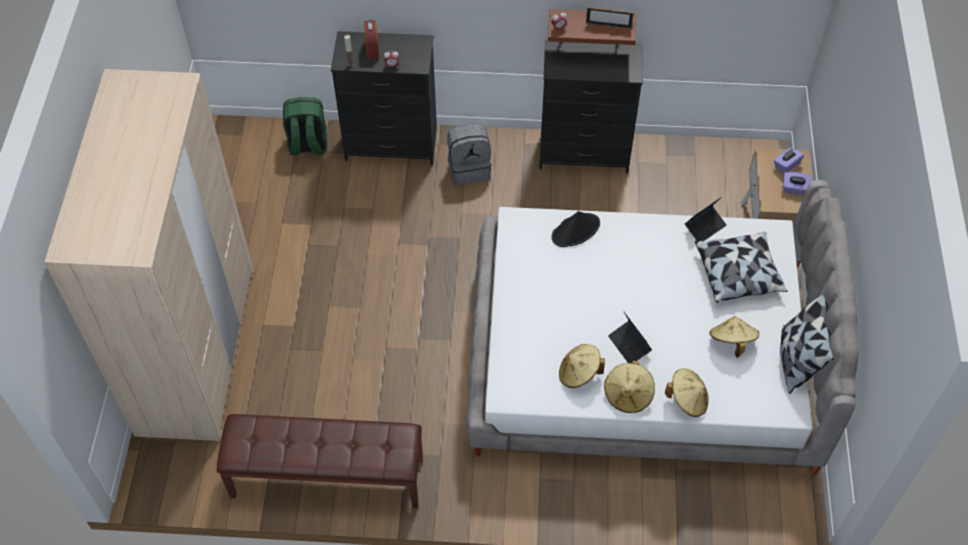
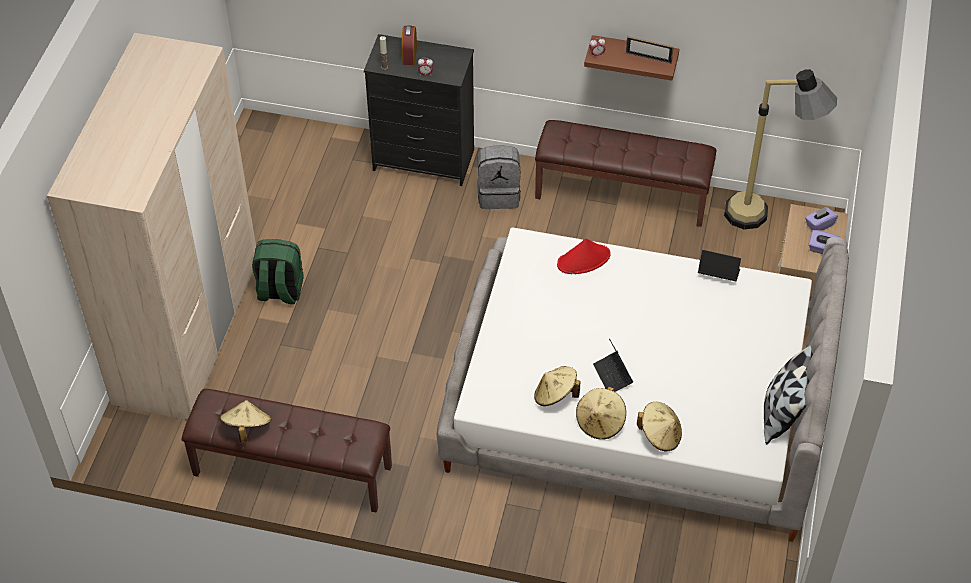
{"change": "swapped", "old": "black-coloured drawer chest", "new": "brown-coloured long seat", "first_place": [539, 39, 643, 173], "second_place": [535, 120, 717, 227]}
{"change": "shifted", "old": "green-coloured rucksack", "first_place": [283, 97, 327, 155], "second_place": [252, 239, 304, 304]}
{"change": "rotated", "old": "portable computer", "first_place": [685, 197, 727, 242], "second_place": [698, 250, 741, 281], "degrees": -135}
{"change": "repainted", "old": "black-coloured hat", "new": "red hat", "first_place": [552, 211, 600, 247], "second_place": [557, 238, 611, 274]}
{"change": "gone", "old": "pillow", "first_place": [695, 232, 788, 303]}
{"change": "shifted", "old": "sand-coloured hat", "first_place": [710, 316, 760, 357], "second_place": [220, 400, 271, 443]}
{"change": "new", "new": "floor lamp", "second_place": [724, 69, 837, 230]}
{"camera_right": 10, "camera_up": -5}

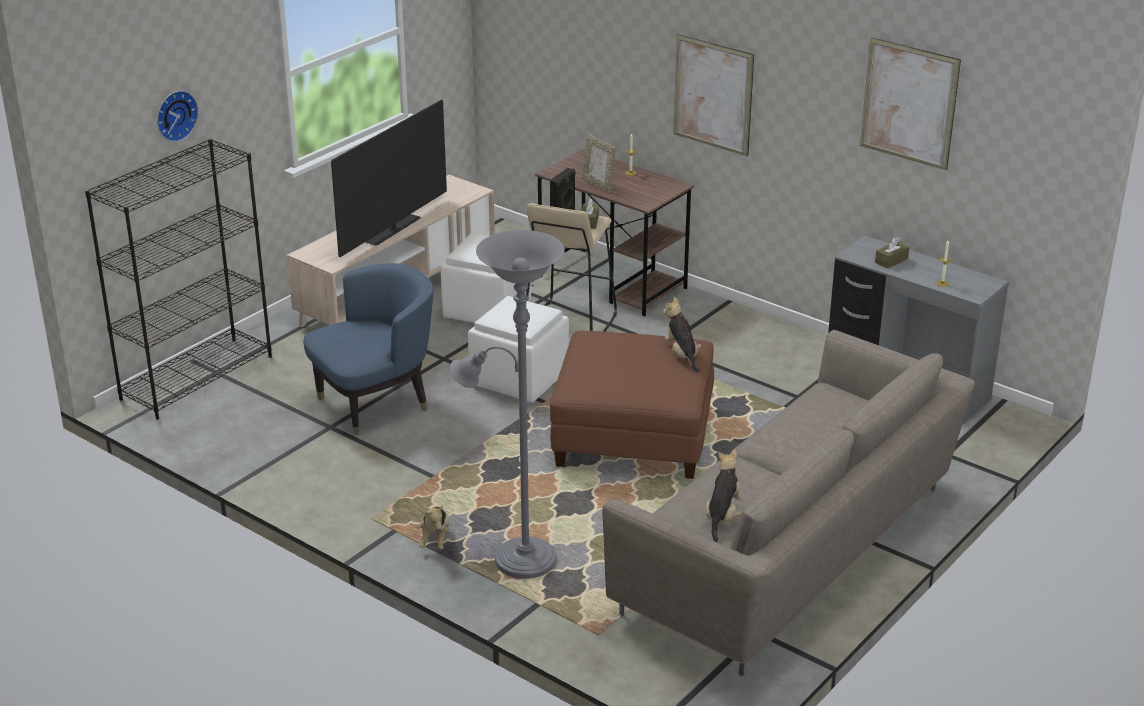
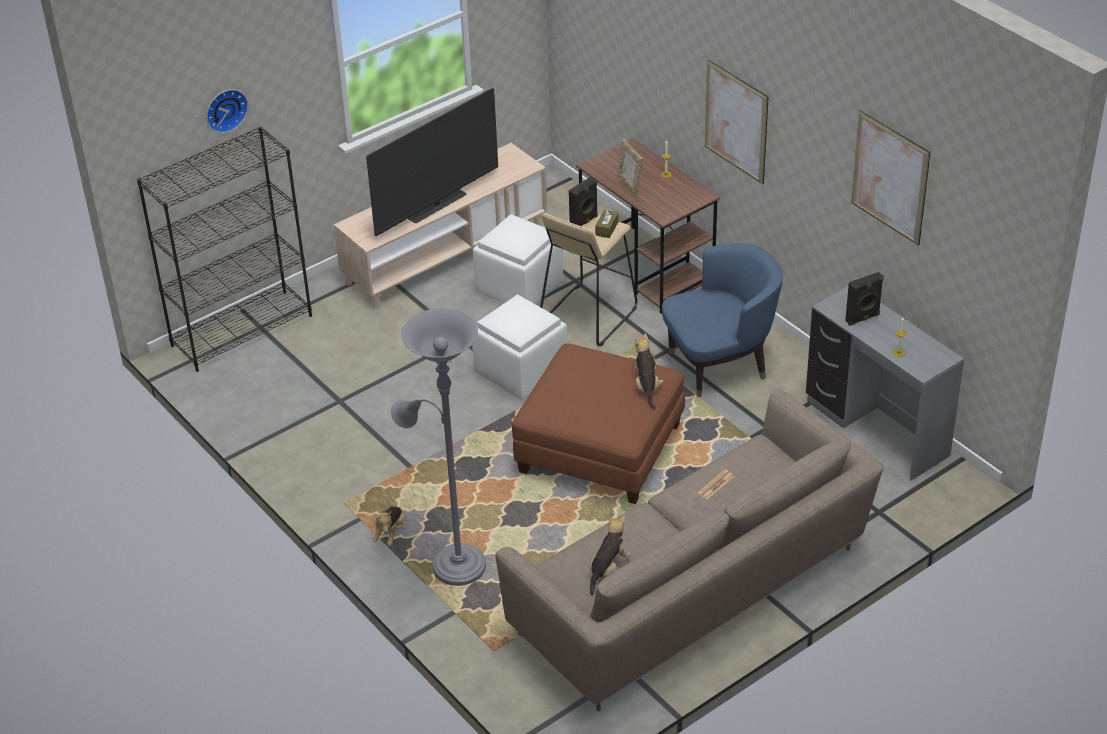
{"change": "swapped", "old": "brown-coloured tissue box", "new": "black-coloured audio speaker", "first_place": [875, 237, 909, 269], "second_place": [845, 272, 884, 326]}
{"change": "shifted", "old": "blue-coloured easy chair", "first_place": [304, 263, 433, 435], "second_place": [662, 243, 783, 397]}
{"change": "new", "new": "daily paper", "second_place": [697, 469, 734, 500]}
{"camera_right": 15, "camera_up": 10}

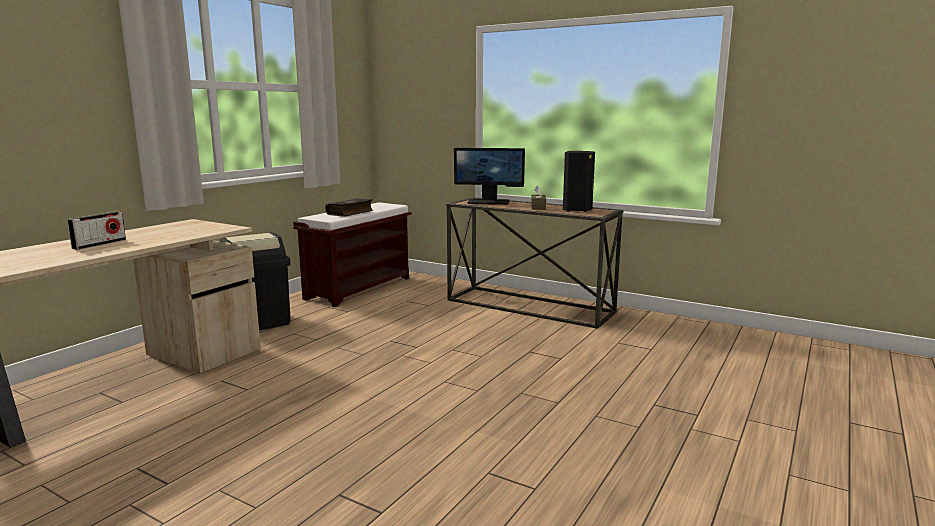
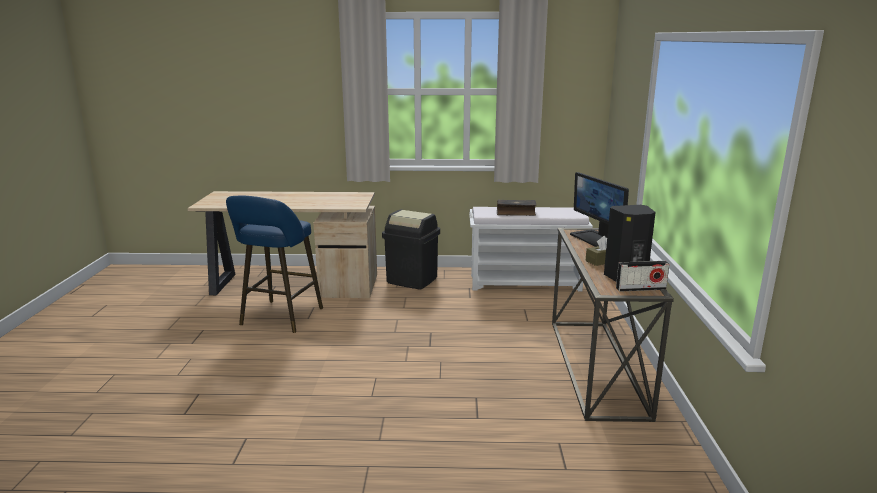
{"change": "repainted", "old": "brown-coloured long seat", "new": "white-coloured long seat", "first_place": [293, 202, 412, 307], "second_place": [469, 207, 593, 291]}
{"change": "shifted", "old": "radio set", "first_place": [67, 211, 126, 250], "second_place": [616, 261, 670, 292]}
{"change": "new", "new": "blue-coloured stool seat", "second_place": [226, 196, 323, 333]}
{"camera_right": 60, "camera_up": 5}

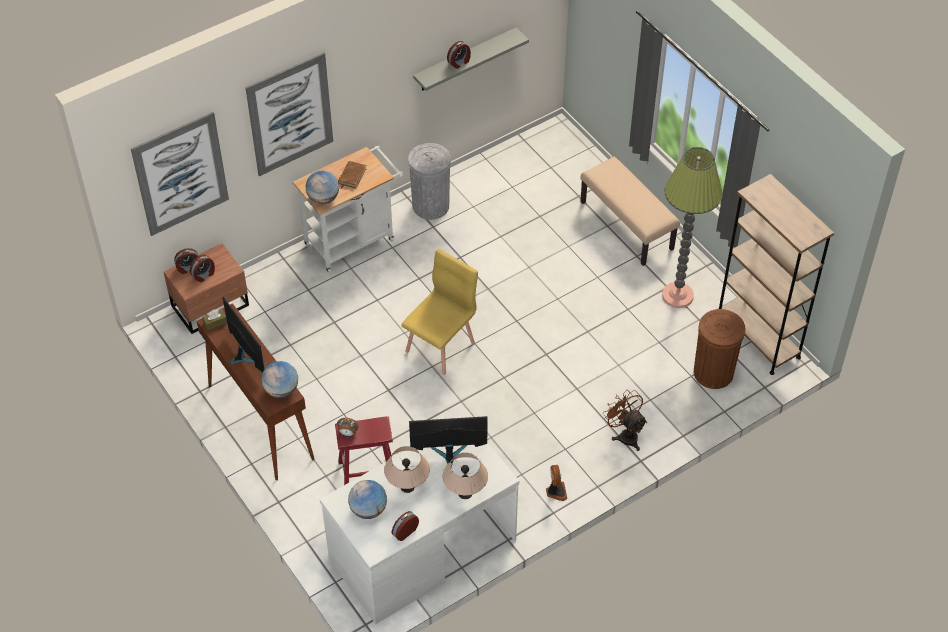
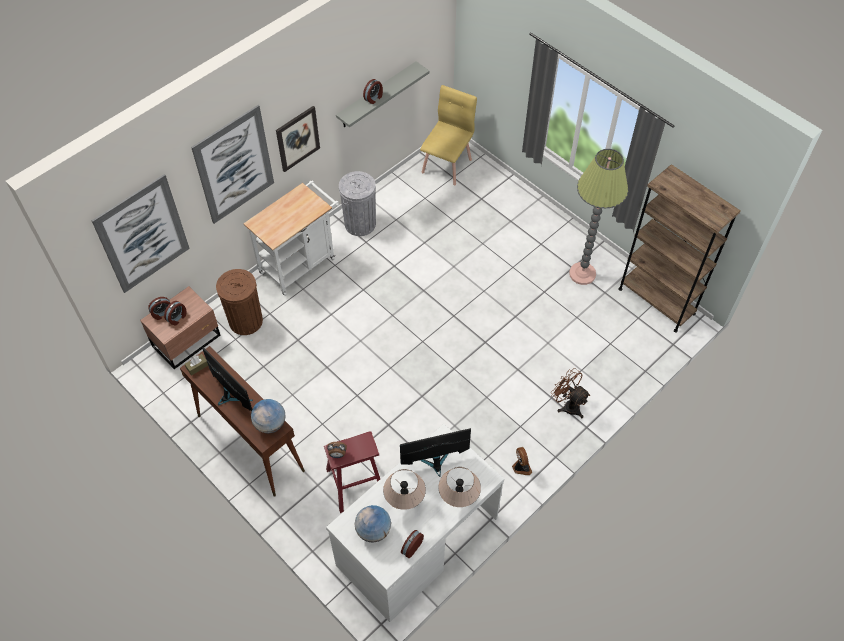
{"change": "gone", "old": "sand-coloured long seat", "first_place": [580, 157, 680, 266]}
{"change": "gone", "old": "brown-coloured volume", "first_place": [338, 161, 366, 189]}
{"change": "gone", "old": "world globe", "first_place": [306, 171, 339, 204]}
{"change": "shifted", "old": "yellow upright chair", "first_place": [401, 249, 478, 375], "second_place": [420, 85, 477, 185]}
{"change": "shifted", "old": "brown-coloured waste bin", "first_place": [694, 309, 745, 389], "second_place": [216, 269, 263, 335]}
{"change": "new", "new": "picture", "second_place": [276, 106, 320, 172]}
{"camera_right": -10, "camera_up": 5}

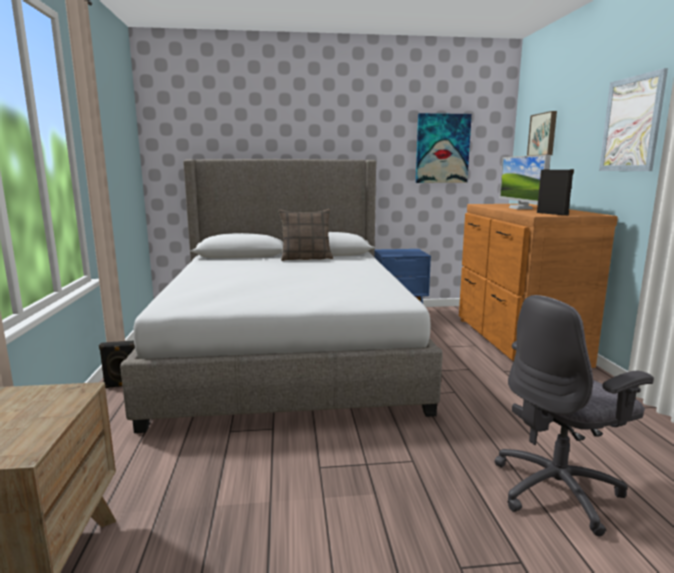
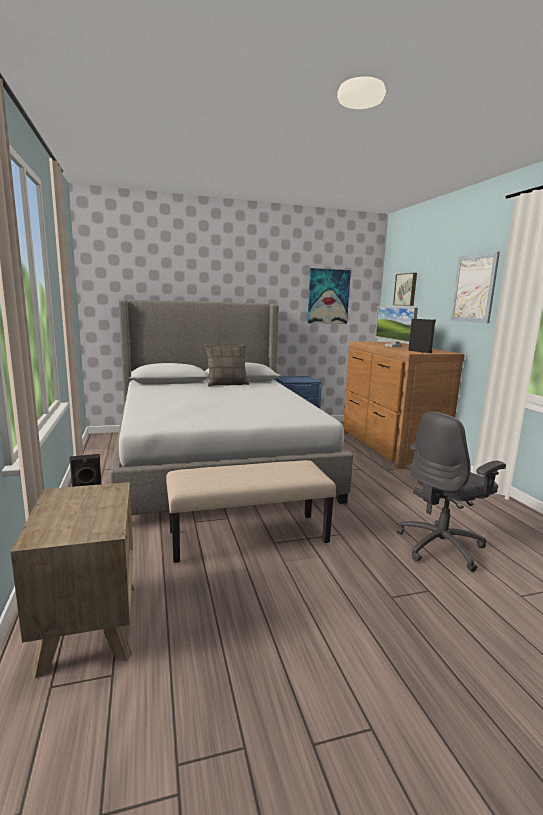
{"change": "new", "new": "sand-coloured long seat", "second_place": [166, 460, 336, 563]}
{"camera_right": -10, "camera_up": 0}

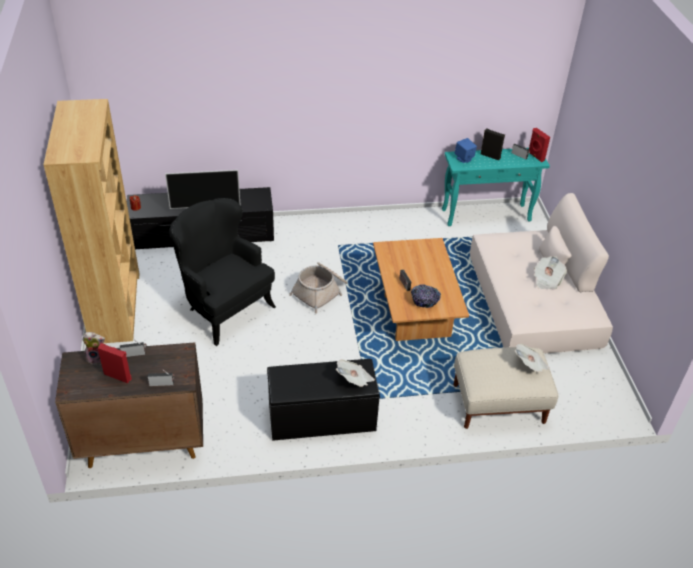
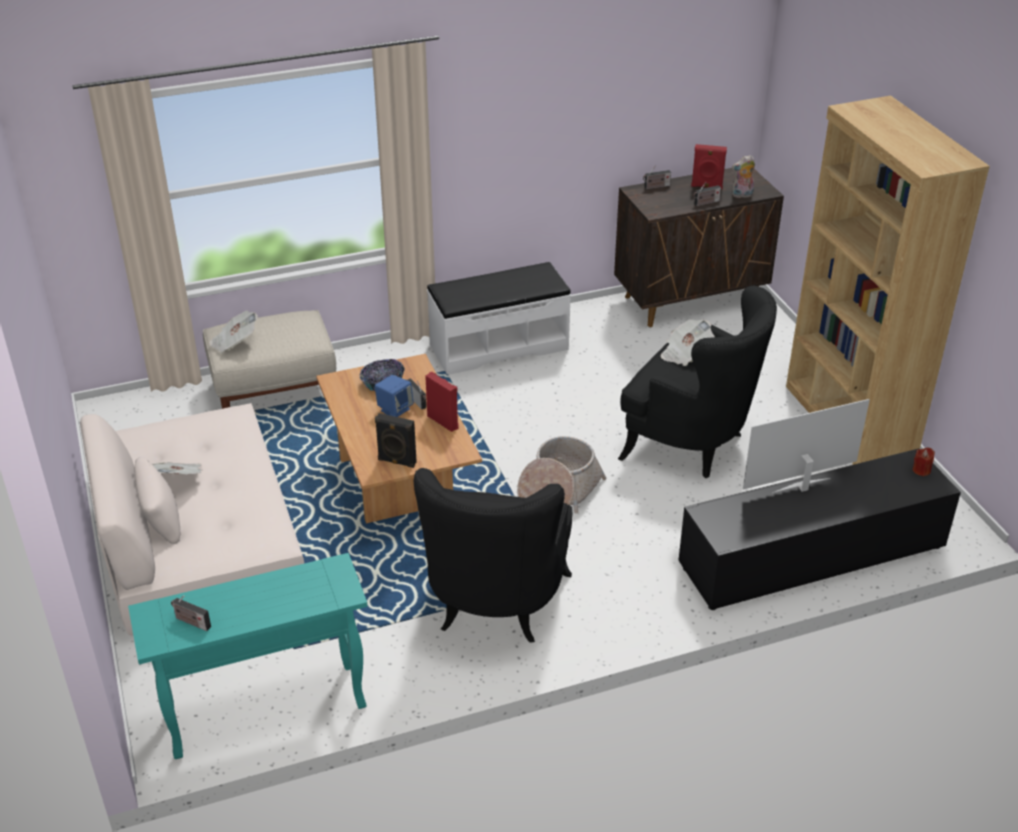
{"change": "shifted", "old": "black-coloured audio speaker", "first_place": [481, 128, 505, 161], "second_place": [375, 413, 417, 468]}
{"change": "shifted", "old": "red audio speaker", "first_place": [529, 128, 550, 162], "second_place": [425, 371, 459, 432]}
{"change": "shifted", "old": "blue-coloured audio speaker", "first_place": [454, 138, 477, 163], "second_place": [375, 375, 414, 417]}
{"change": "repainted", "old": "black-coloured long seat", "new": "white-coloured long seat", "first_place": [267, 359, 380, 441], "second_place": [427, 262, 571, 375]}
{"change": "shifted", "old": "daily paper", "first_place": [336, 359, 375, 387], "second_place": [661, 319, 715, 366]}
{"change": "new", "new": "black-coloured easy chair", "second_place": [414, 468, 572, 643]}
{"camera_right": 170, "camera_up": -5}

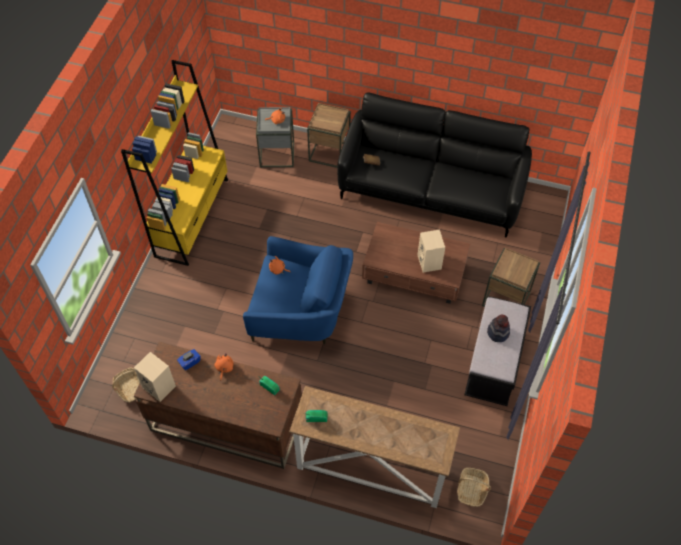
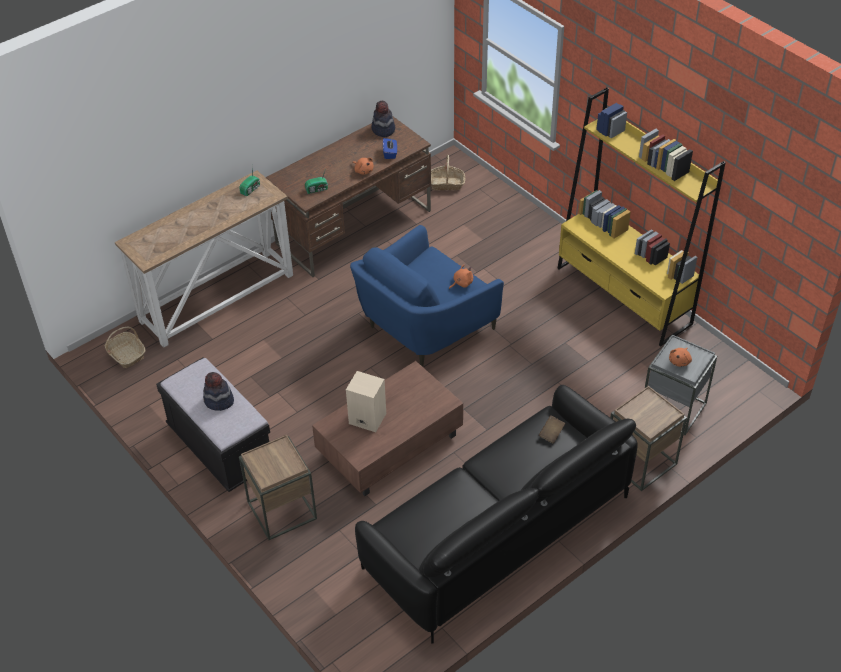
{"change": "swapped", "old": "sand-coloured audio speaker", "new": "hat", "first_place": [134, 352, 176, 402], "second_place": [371, 101, 395, 137]}
{"camera_right": 125, "camera_up": -10}

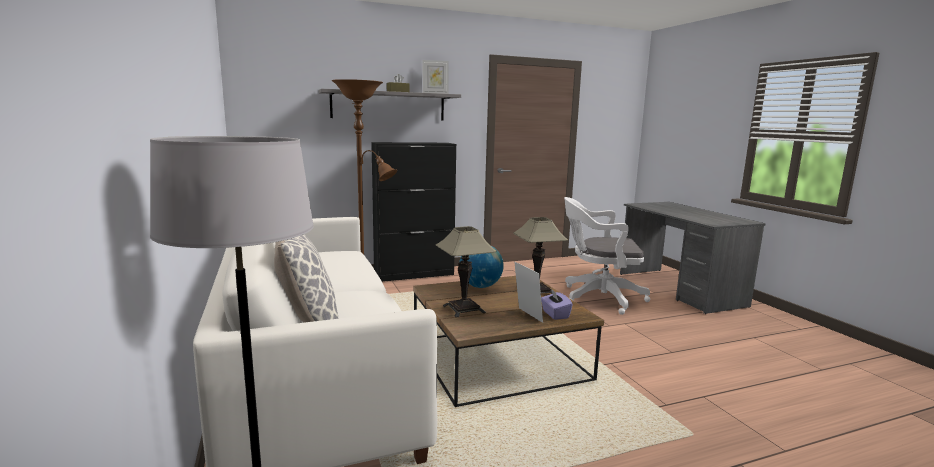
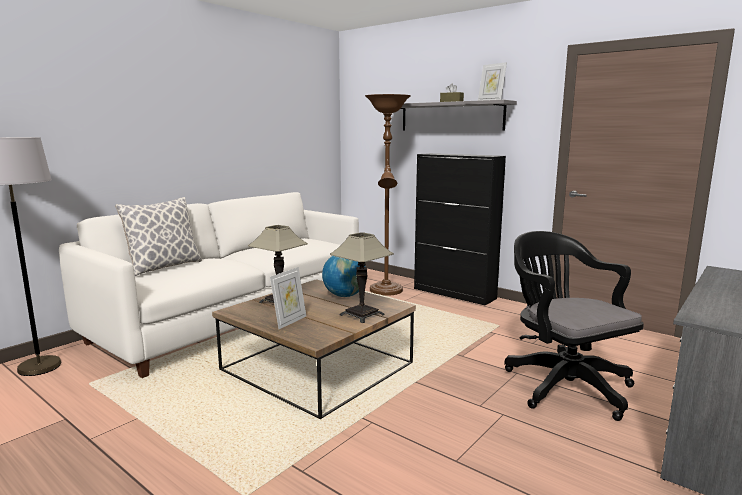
{"change": "repainted", "old": "white-coloured computer chair", "new": "black-coloured computer chair", "first_place": [564, 197, 650, 315], "second_place": [504, 231, 644, 421]}
{"change": "gone", "old": "purple-coloured tissue box", "first_place": [541, 289, 573, 320]}
{"camera_right": 60, "camera_up": 0}

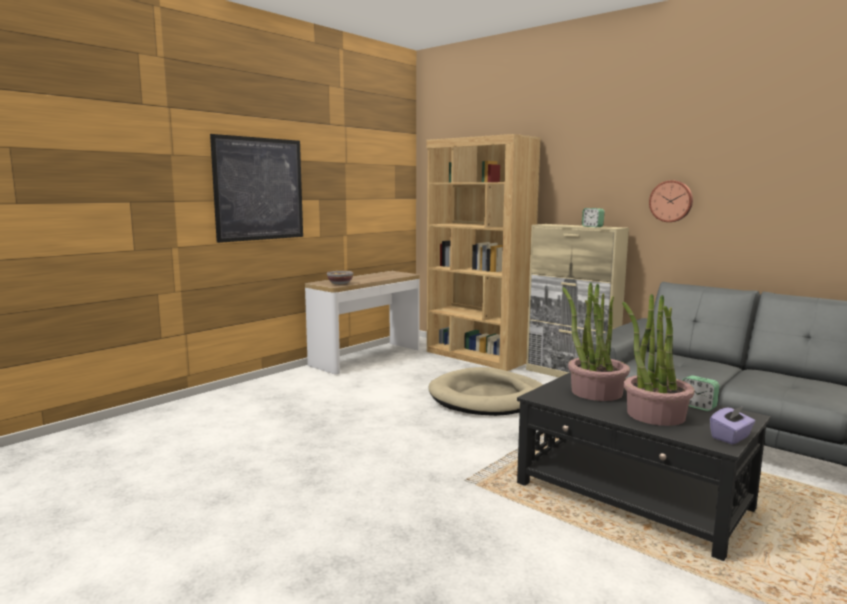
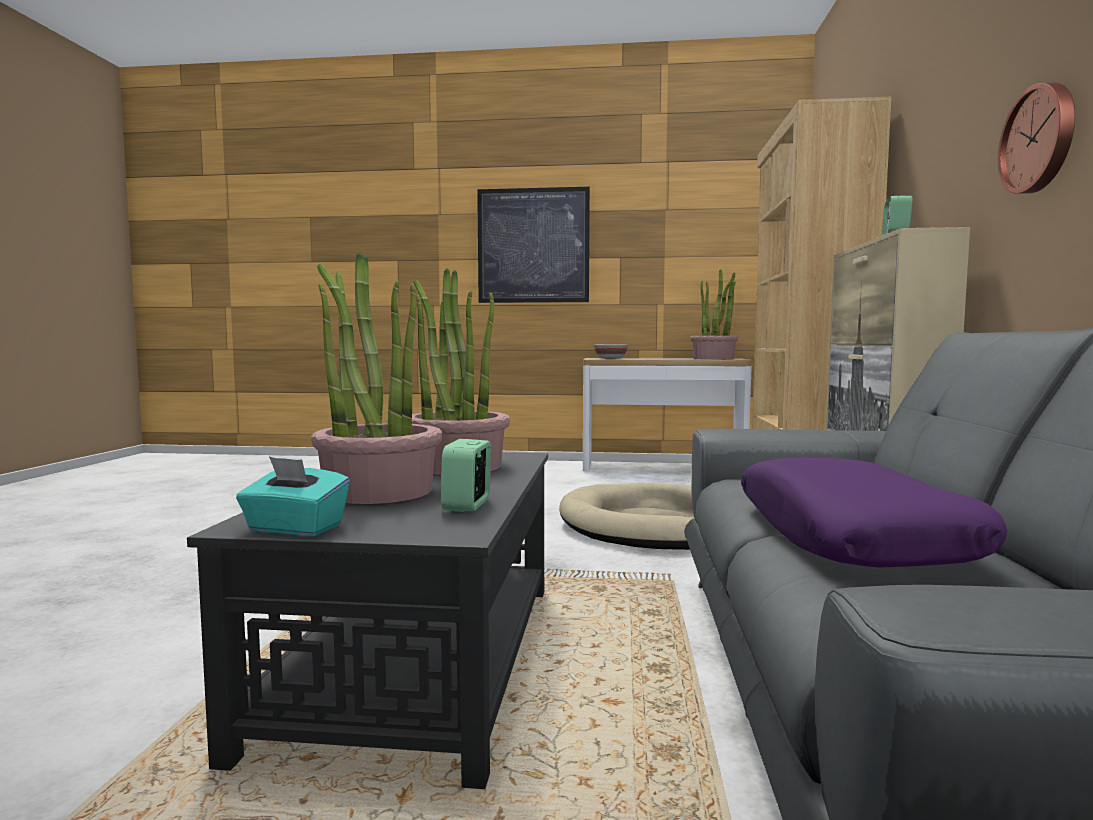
{"change": "repainted", "old": "purple-coloured tissue box", "new": "turquoise-coloured tissue box", "first_place": [710, 406, 755, 445], "second_place": [236, 457, 350, 536]}
{"change": "new", "new": "potted plant", "second_place": [690, 269, 738, 359]}
{"change": "new", "new": "purple-coloured pillow", "second_place": [741, 458, 1007, 568]}
{"camera_right": 55, "camera_up": -5}

